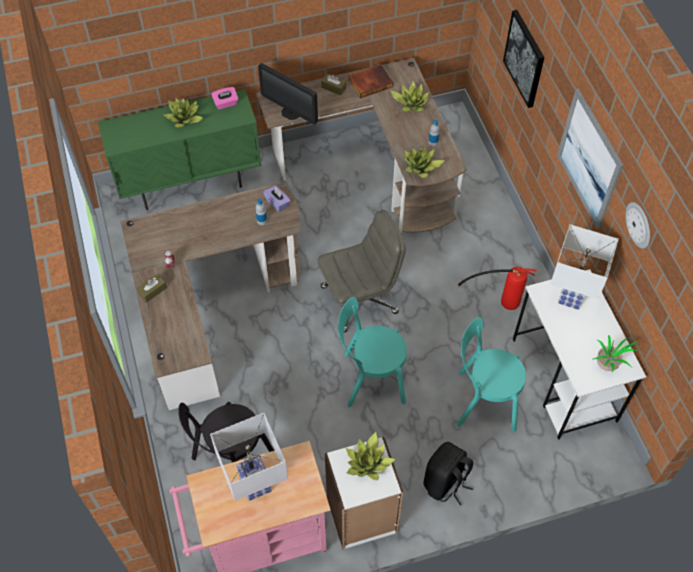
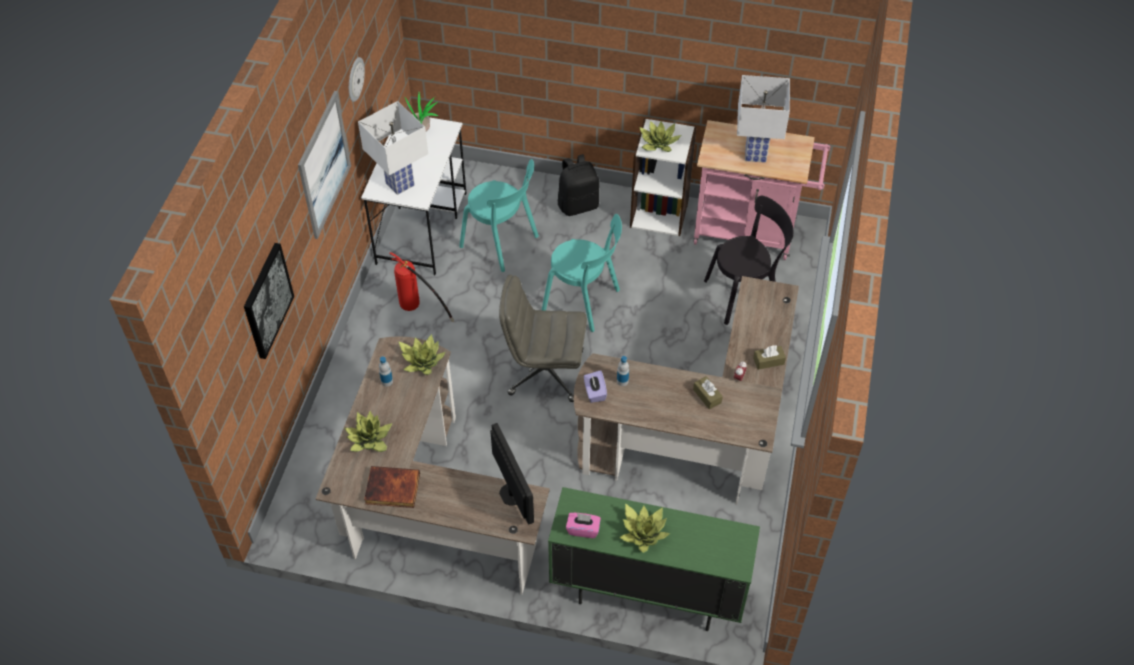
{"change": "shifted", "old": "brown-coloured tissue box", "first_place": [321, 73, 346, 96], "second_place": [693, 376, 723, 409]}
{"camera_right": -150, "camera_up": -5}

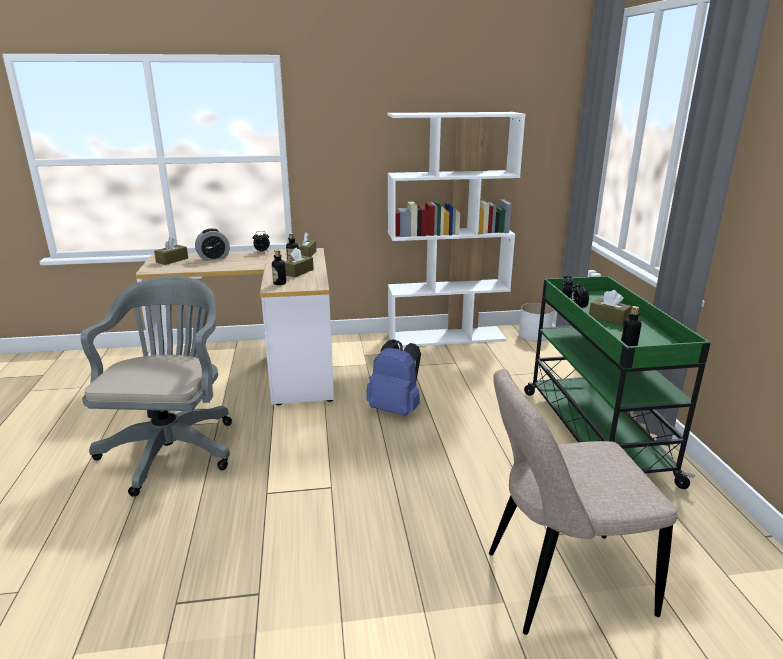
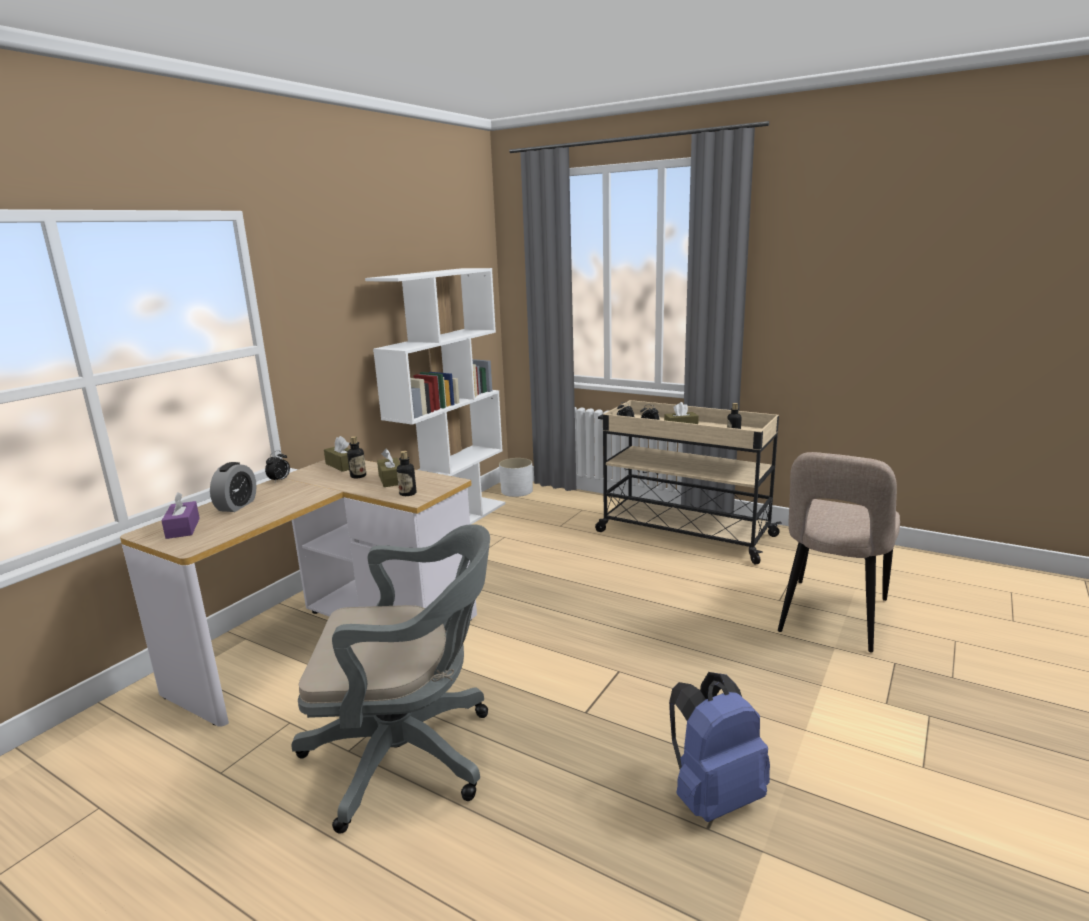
{"change": "repainted", "old": "brown-coloured tissue box", "new": "purple-coloured tissue box", "first_place": [154, 237, 188, 265], "second_place": [162, 492, 200, 539]}
{"change": "rotated", "old": "grey computer chair", "first_place": [80, 276, 232, 497], "second_place": [291, 524, 490, 834], "degrees": 135}
{"change": "repainted", "old": "green-coloured wheeled cart", "new": "sand-coloured wheeled cart", "first_place": [524, 276, 711, 489], "second_place": [595, 400, 782, 565]}
{"change": "shifted", "old": "blue-coloured rucksack", "first_place": [366, 339, 421, 416], "second_place": [669, 672, 770, 822]}
{"camera_right": -50, "camera_up": -5}

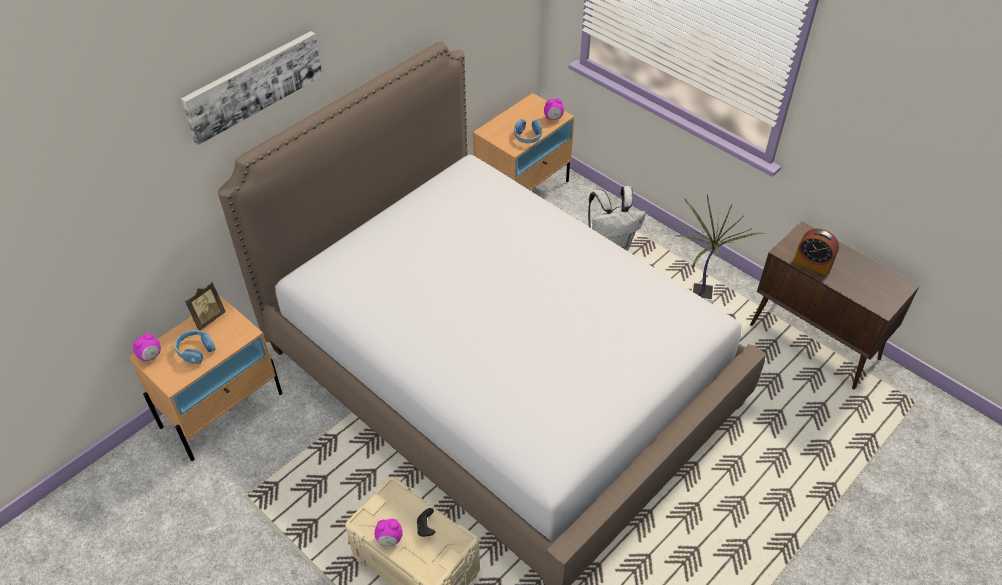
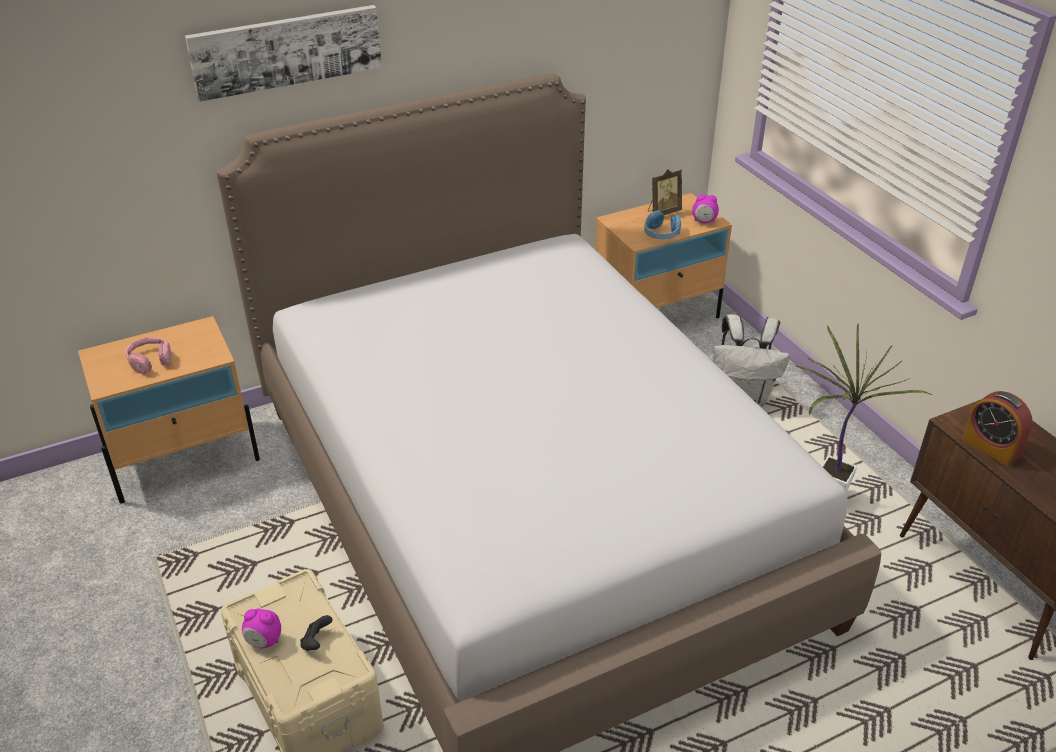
{"change": "shifted", "old": "picture frame", "first_place": [185, 282, 226, 331], "second_place": [648, 169, 682, 215]}
{"change": "repainted", "old": "blue-coloured pair of headphones", "new": "pink pair of headphones", "first_place": [175, 330, 216, 364], "second_place": [126, 337, 172, 375]}
{"change": "gone", "old": "bedside clock", "first_place": [133, 333, 161, 361]}
{"camera_right": 20, "camera_up": -10}

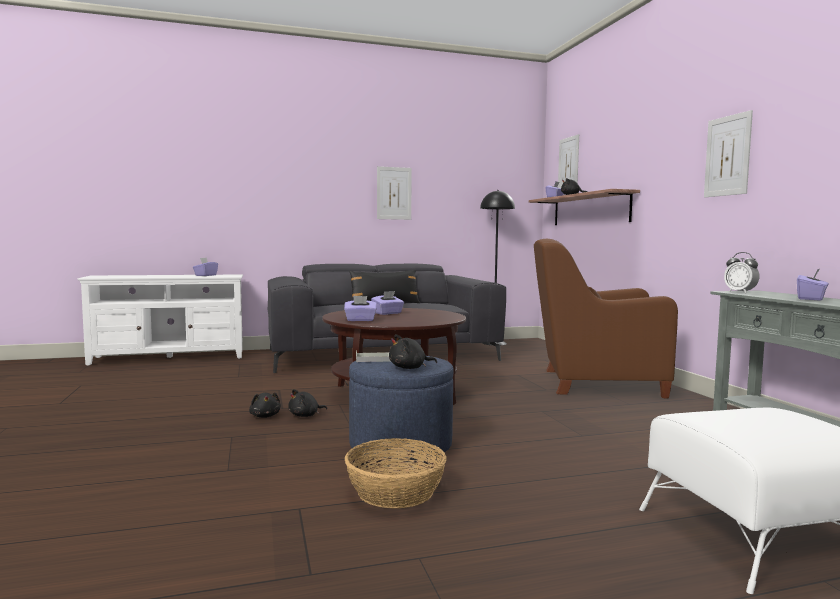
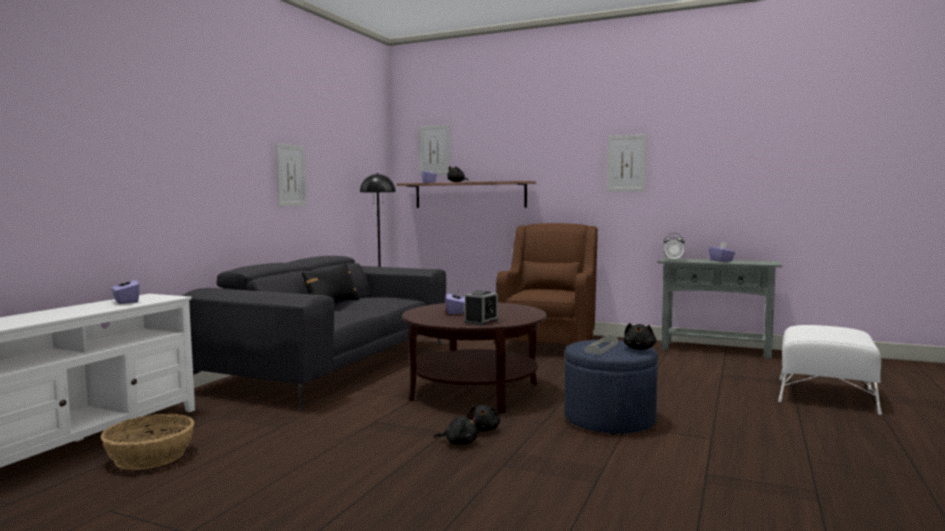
{"change": "rotated", "old": "brown-coloured easy chair", "first_place": [534, 239, 678, 399], "second_place": [496, 223, 598, 346], "degrees": 150}
{"change": "swapped", "old": "purple-coloured tissue box", "new": "bedside clock", "first_place": [344, 296, 376, 321], "second_place": [464, 290, 499, 325]}
{"change": "shifted", "old": "household basket", "first_place": [345, 438, 447, 509], "second_place": [101, 414, 194, 470]}
{"camera_right": -50, "camera_up": 0}

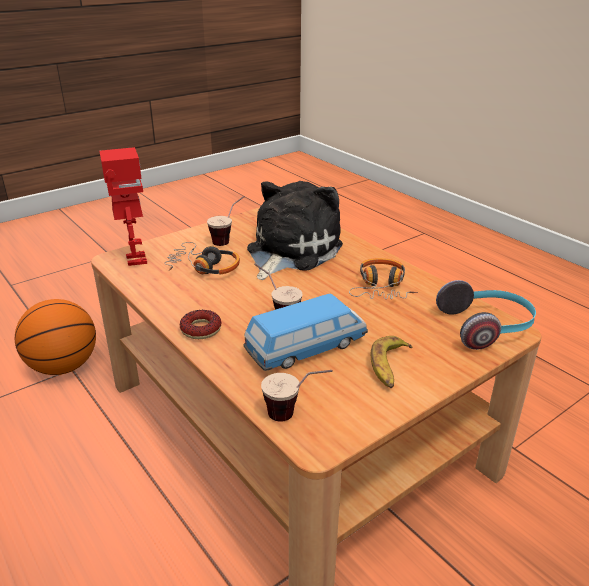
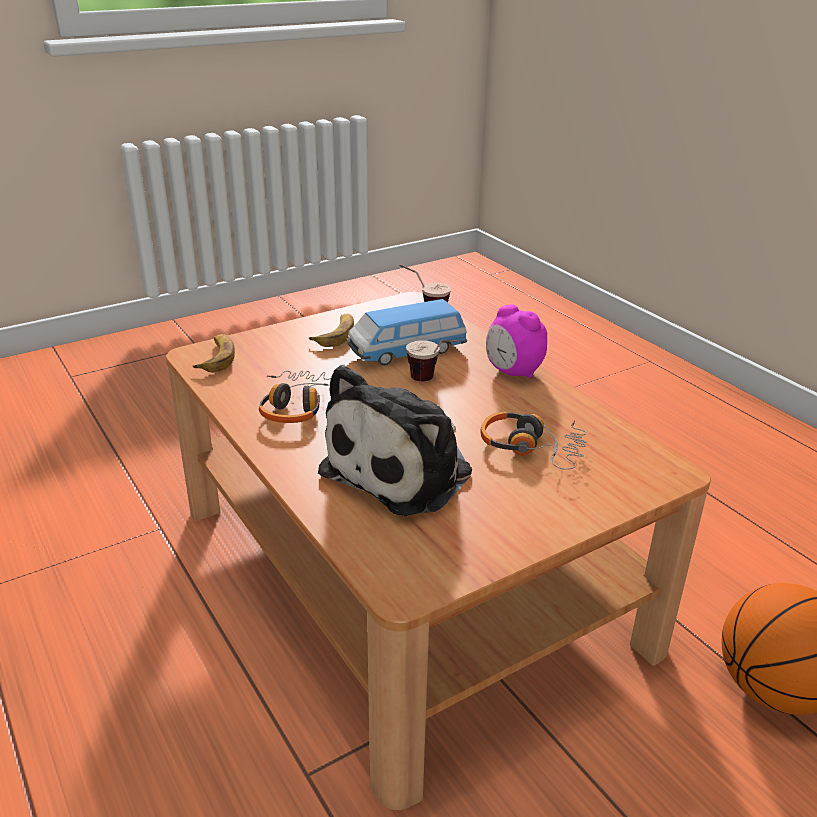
{"change": "gone", "old": "toy robot", "first_place": [99, 147, 147, 266]}
{"change": "gone", "old": "drinking cup", "first_place": [207, 196, 245, 246]}
{"change": "swapped", "old": "pair of headphones", "new": "banana", "first_place": [436, 280, 536, 350], "second_place": [192, 334, 235, 372]}
{"change": "swapped", "old": "donut", "new": "bedside clock", "first_place": [180, 310, 221, 339], "second_place": [486, 305, 547, 379]}
{"camera_right": -175, "camera_up": 0}

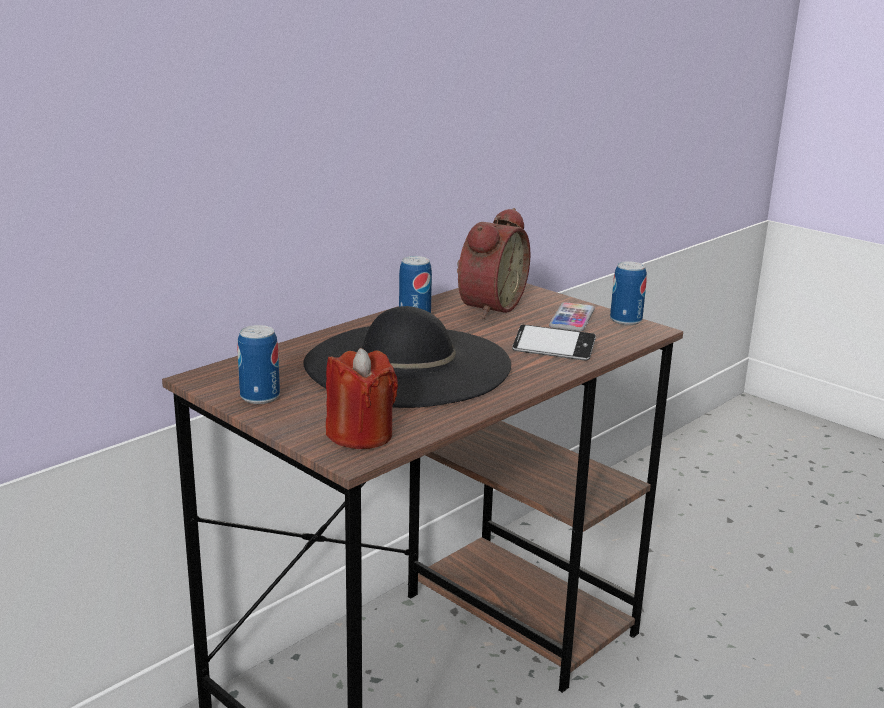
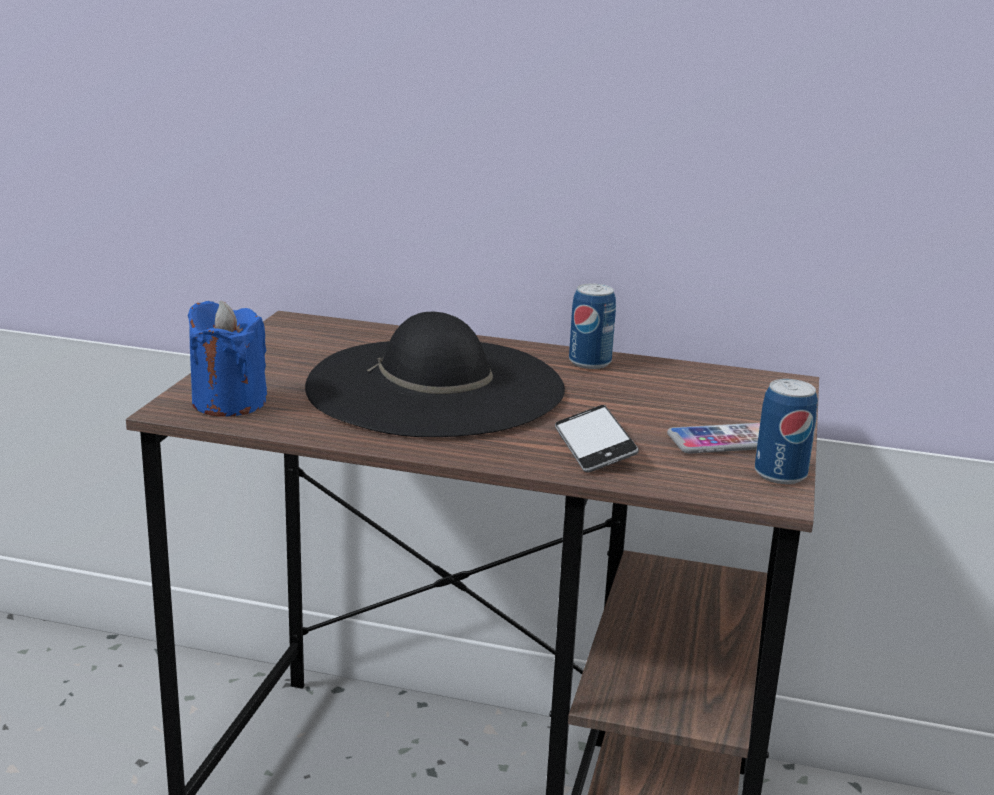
{"change": "gone", "old": "bedside clock", "first_place": [457, 208, 530, 319]}
{"change": "gone", "old": "can", "first_place": [237, 325, 280, 404]}
{"change": "repainted", "old": "red wax light", "new": "blue-coloured wax light", "first_place": [326, 348, 398, 449], "second_place": [188, 301, 267, 417]}
{"camera_right": 60, "camera_up": 0}

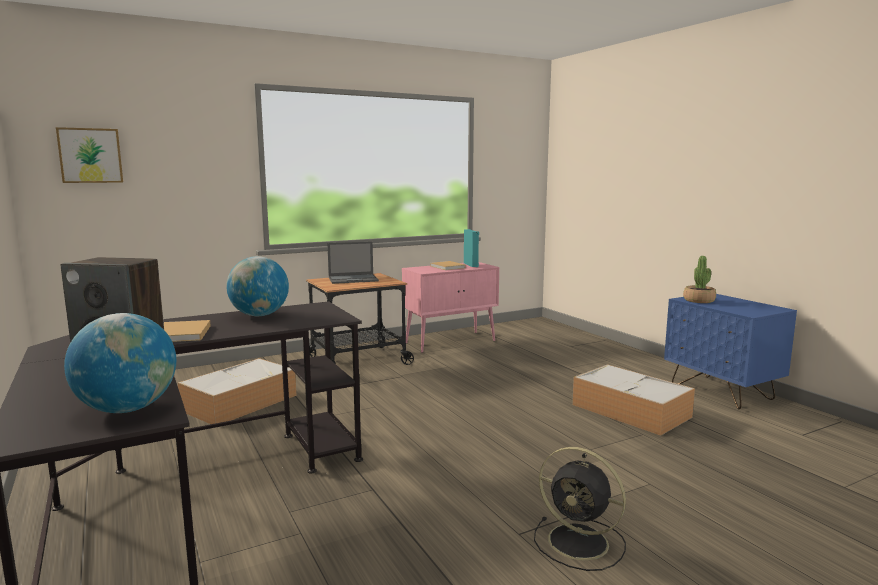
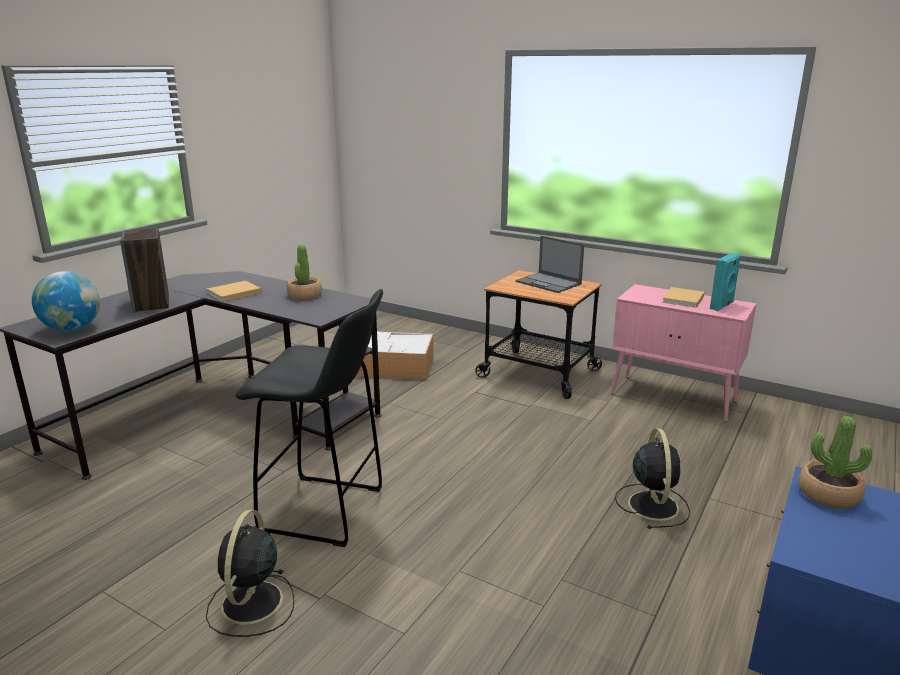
{"change": "gone", "old": "picture", "first_place": [56, 127, 123, 183]}
{"change": "swapped", "old": "world globe", "new": "potted plant", "first_place": [226, 256, 289, 316], "second_place": [287, 245, 322, 300]}
{"change": "gone", "old": "storage container", "first_place": [572, 364, 695, 436]}
{"change": "new", "new": "black-coloured stool seat", "second_place": [235, 289, 383, 547]}
{"change": "new", "new": "black-coloured cooling fan", "second_place": [615, 428, 690, 529]}
{"camera_right": 60, "camera_up": 10}

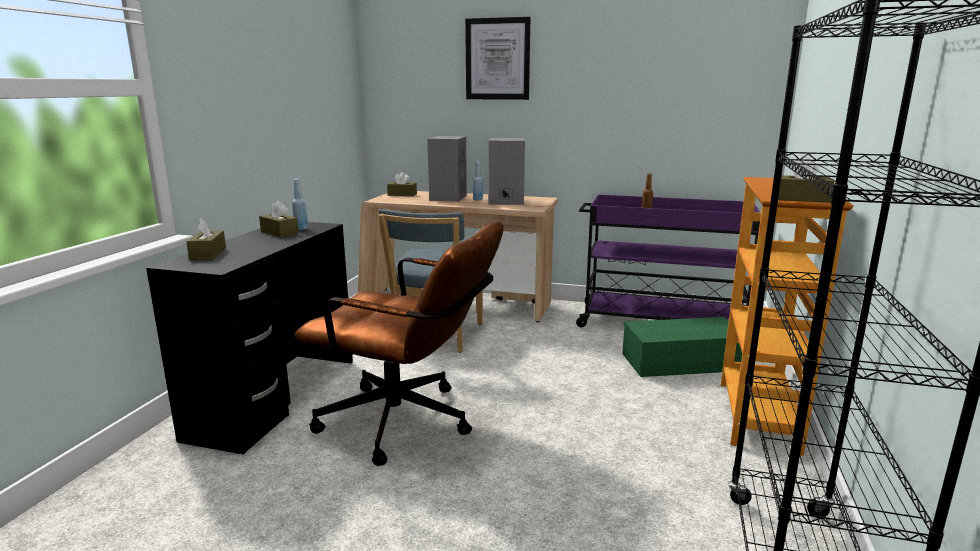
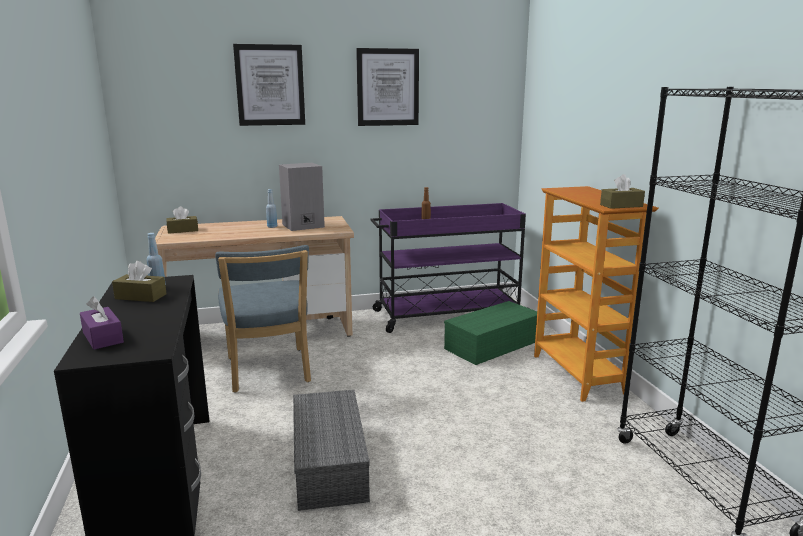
{"change": "gone", "old": "grey audio speaker", "first_place": [427, 136, 467, 202]}
{"change": "repainted", "old": "brown-coloured tissue box", "new": "purple-coloured tissue box", "first_place": [186, 218, 226, 260], "second_place": [80, 297, 124, 350]}
{"change": "swapped", "old": "brown-coloured computer chair", "new": "grey storage container", "first_place": [294, 221, 504, 466], "second_place": [293, 390, 370, 511]}
{"change": "new", "new": "picture", "second_place": [356, 48, 419, 126]}
{"camera_right": -30, "camera_up": 0}

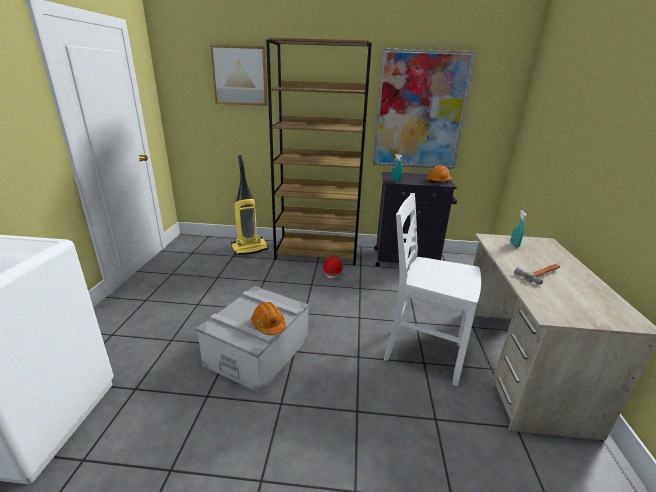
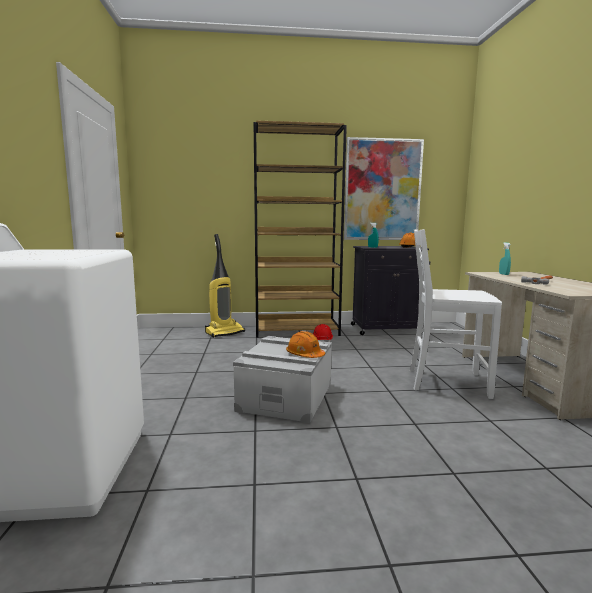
{"change": "gone", "old": "picture", "first_place": [210, 45, 268, 106]}
{"camera_right": -10, "camera_up": -15}

